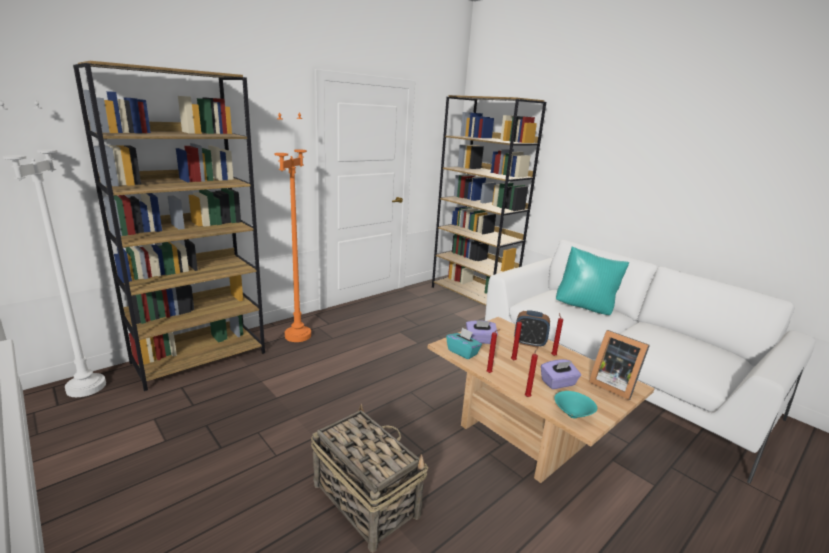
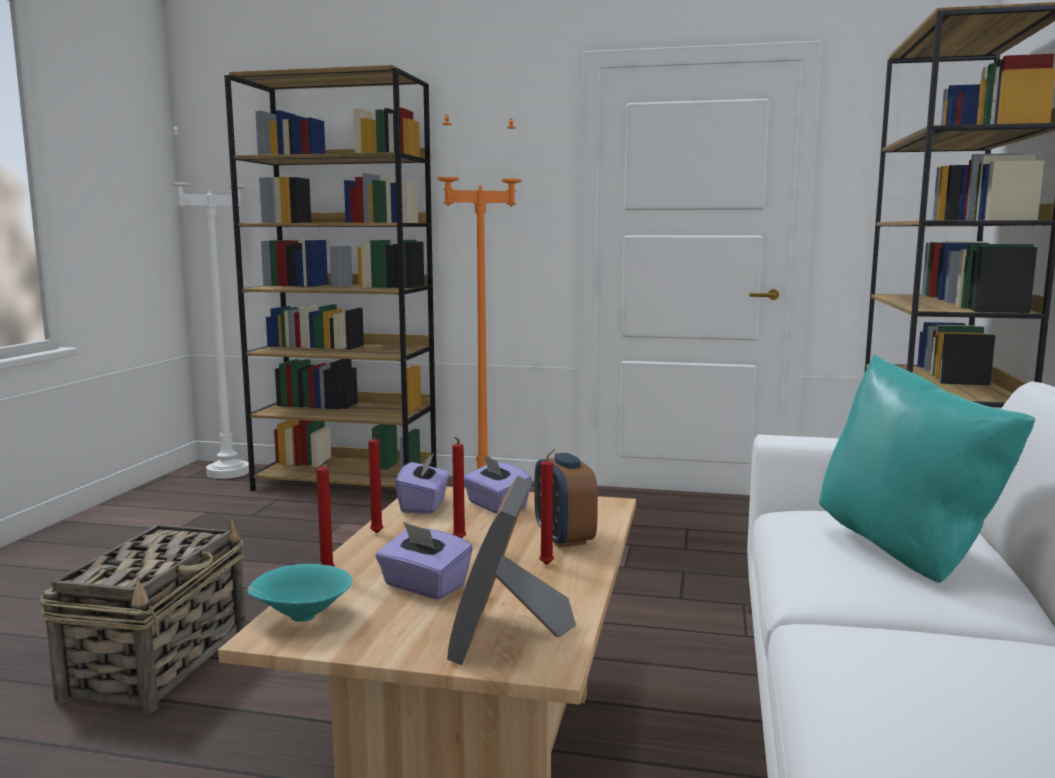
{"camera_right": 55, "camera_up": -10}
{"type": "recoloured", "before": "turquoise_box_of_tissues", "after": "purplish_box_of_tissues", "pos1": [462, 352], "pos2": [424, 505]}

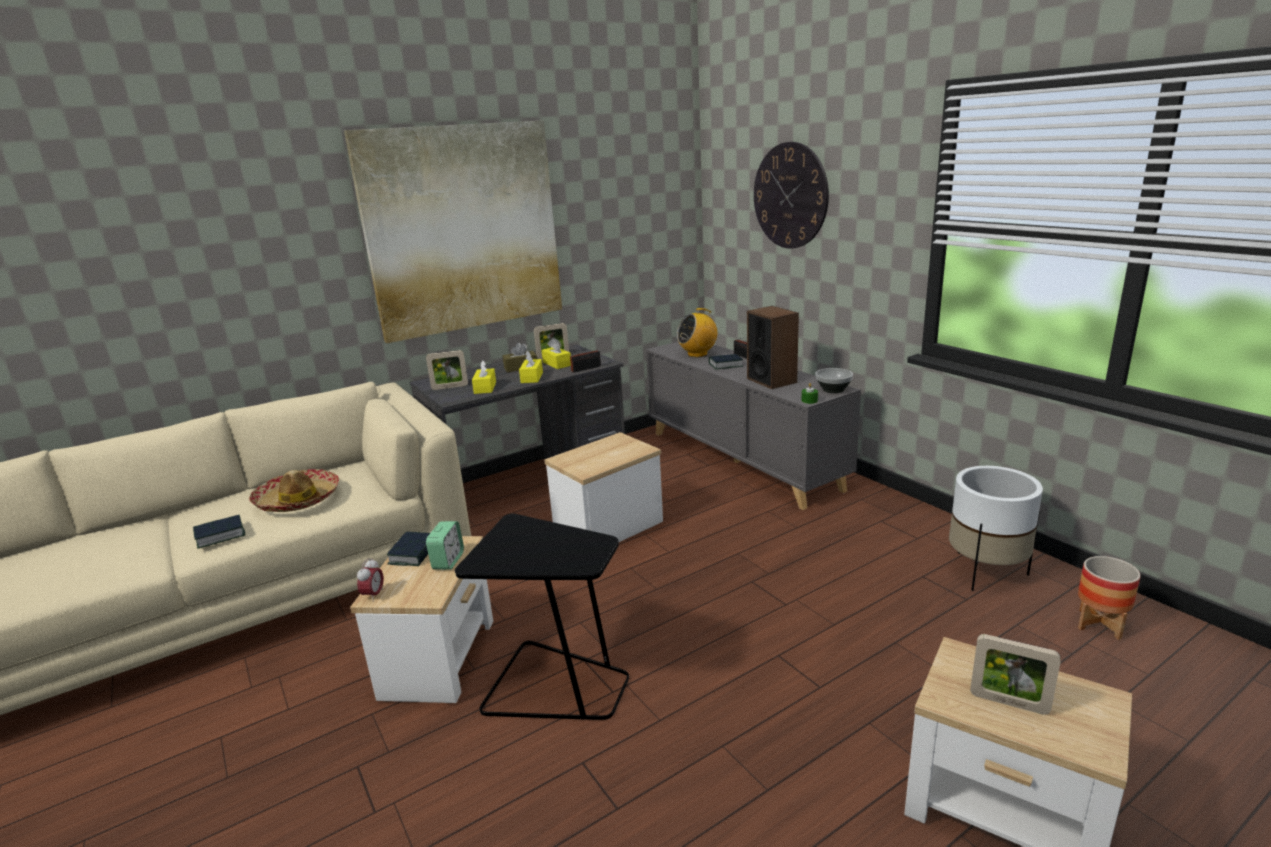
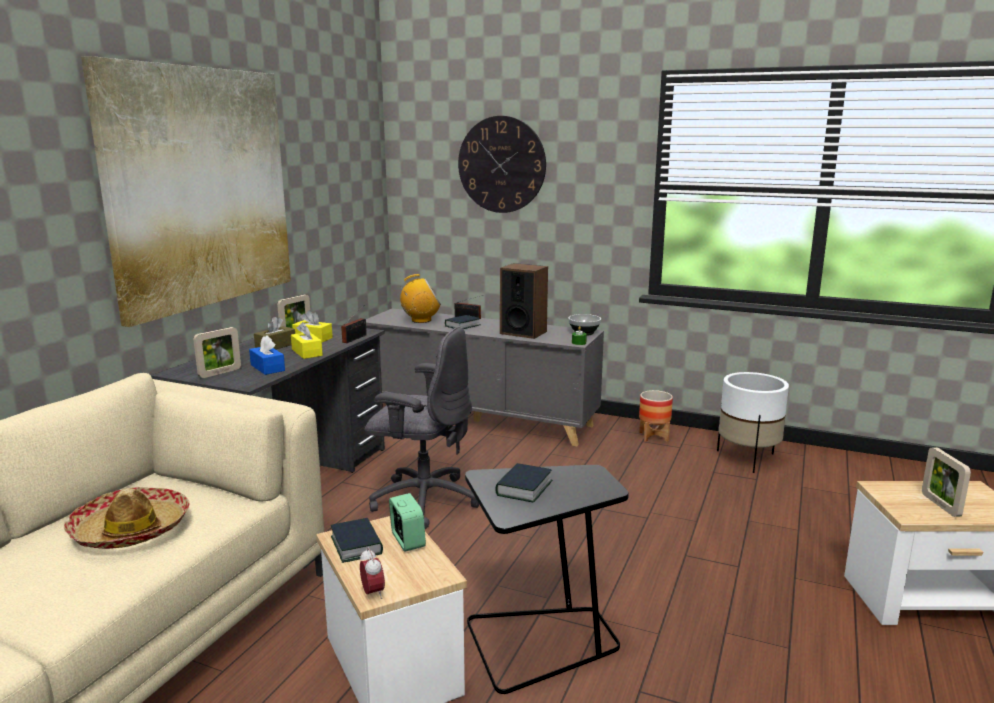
{"camera_right": -35, "camera_up": -5}
{"type": "turned", "before": "radio_receiver", "pos1": [697, 354], "pos2": [421, 320], "turn": -135}
{"type": "recoloured", "before": "yellow_box_of_tissues", "after": "blue_box_of_tissues", "pos1": [485, 387], "pos2": [267, 368]}
{"type": "replaced", "before": "end_table", "after": "greyish_desk_chair", "pos1": [608, 528], "pos2": [423, 500]}
{"type": "moved", "before": "volume", "pos1": [220, 536], "pos2": [524, 488]}
{"type": "moved", "before": "flower_pot", "pos1": [1099, 624], "pos2": [653, 436]}
{"type": "turned", "before": "photo_frame", "pos1": [1009, 702], "pos2": [940, 505], "turn": 90}

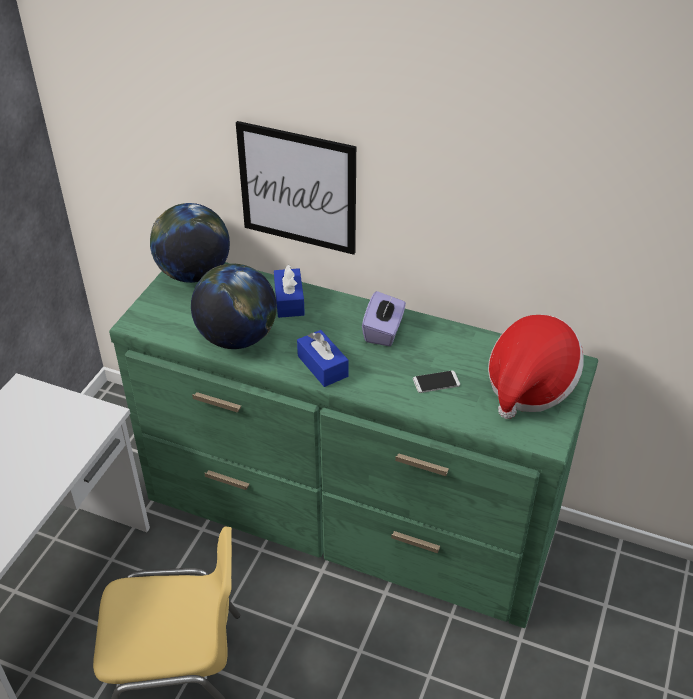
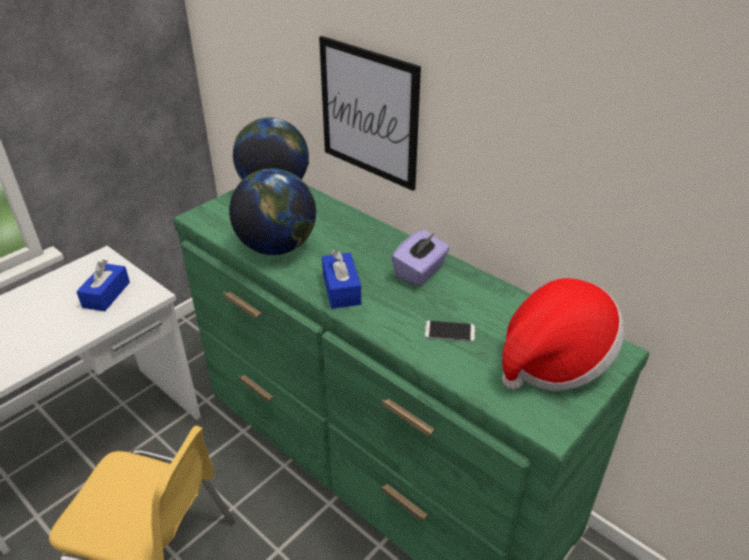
{"camera_right": 20, "camera_up": -5}
{"type": "moved", "before": "blue_box_of_tissues", "pos1": [289, 301], "pos2": [106, 295]}

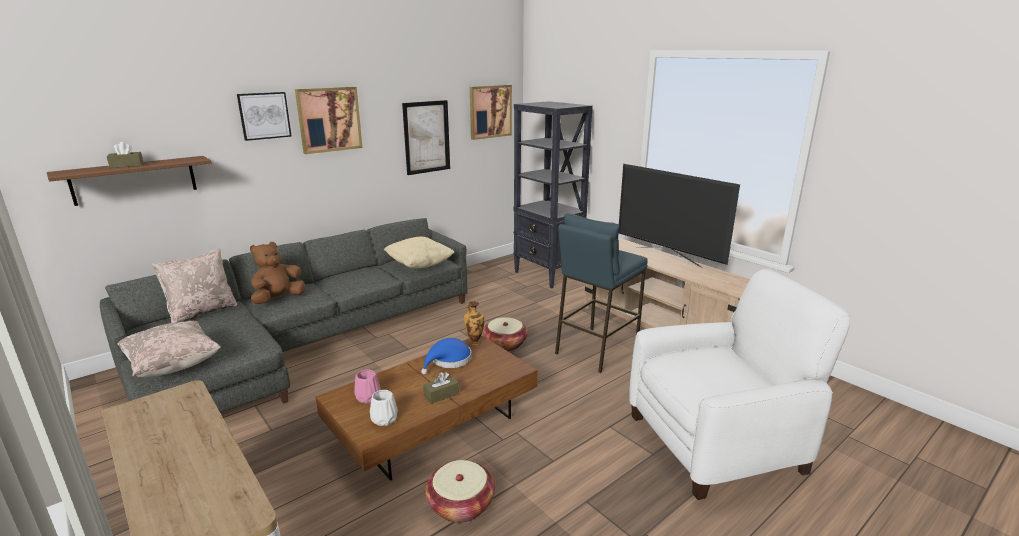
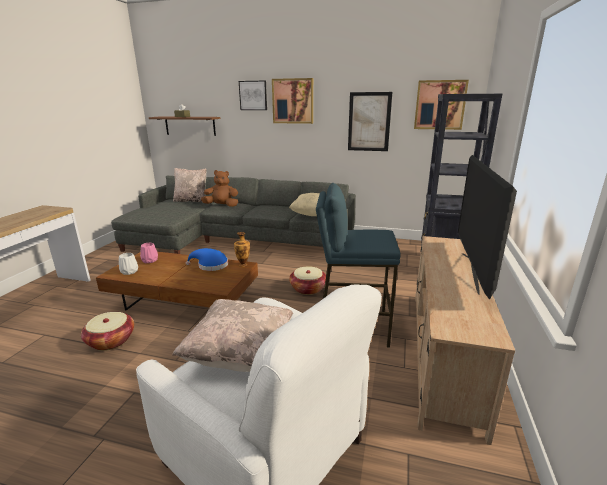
{"camera_right": 55, "camera_up": 0}
{"type": "moved", "before": "beige-coloured_throw_pillow", "pos1": [173, 365], "pos2": [240, 353]}
{"type": "removed", "before": "brown_box_of_tissues", "pos1": [441, 394]}

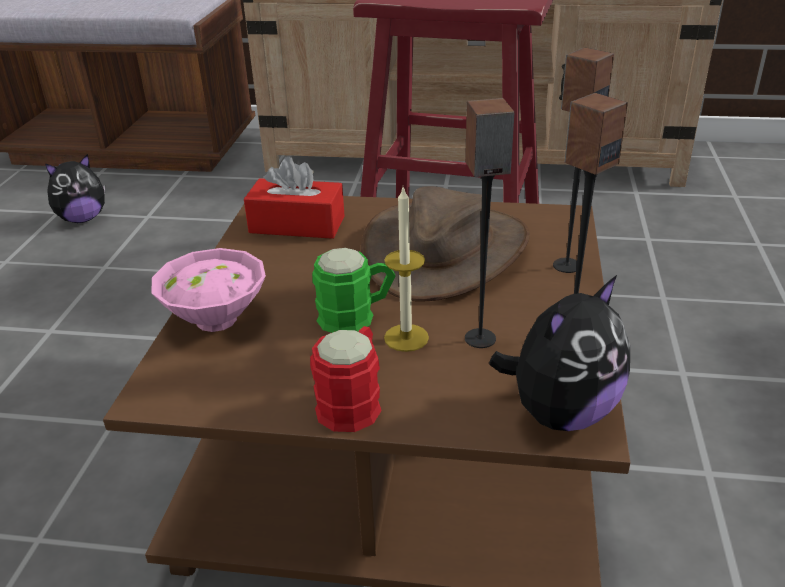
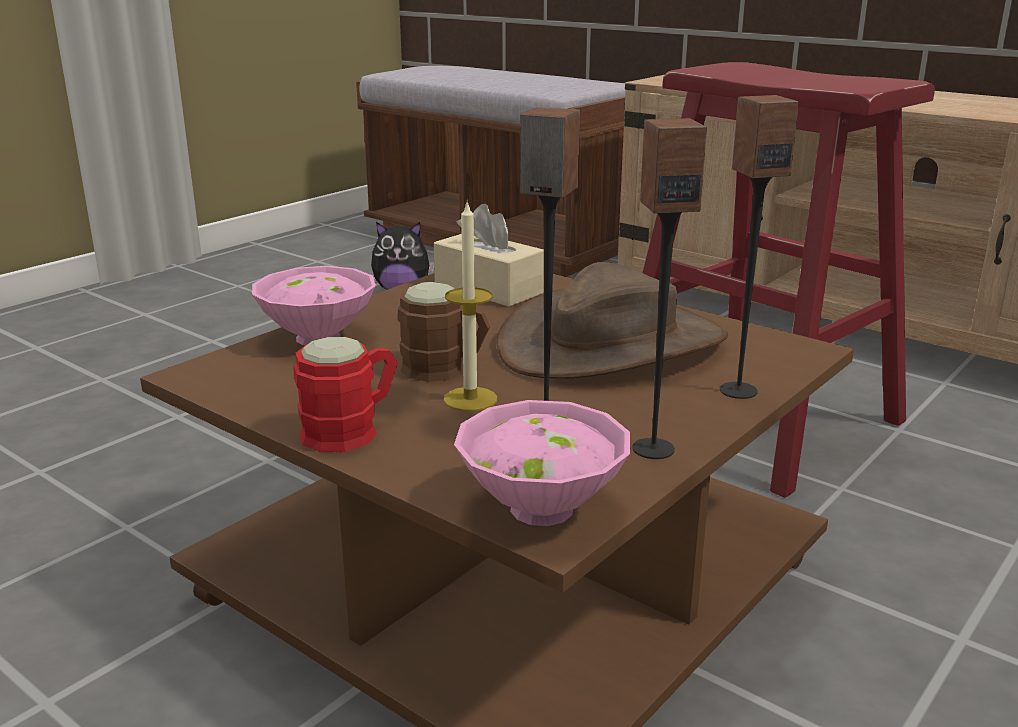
{"camera_right": 30, "camera_up": -10}
{"type": "recoloured", "before": "reddish_box_of_tissues", "after": "beige-coloured_box_of_tissues", "pos1": [297, 225], "pos2": [489, 288]}
{"type": "recoloured", "before": "greenish_mug", "after": "brown_mug", "pos1": [356, 316], "pos2": [445, 369]}
{"type": "replaced", "before": "plush_toy", "after": "pink_serving_bowl", "pos1": [560, 412], "pos2": [544, 506]}

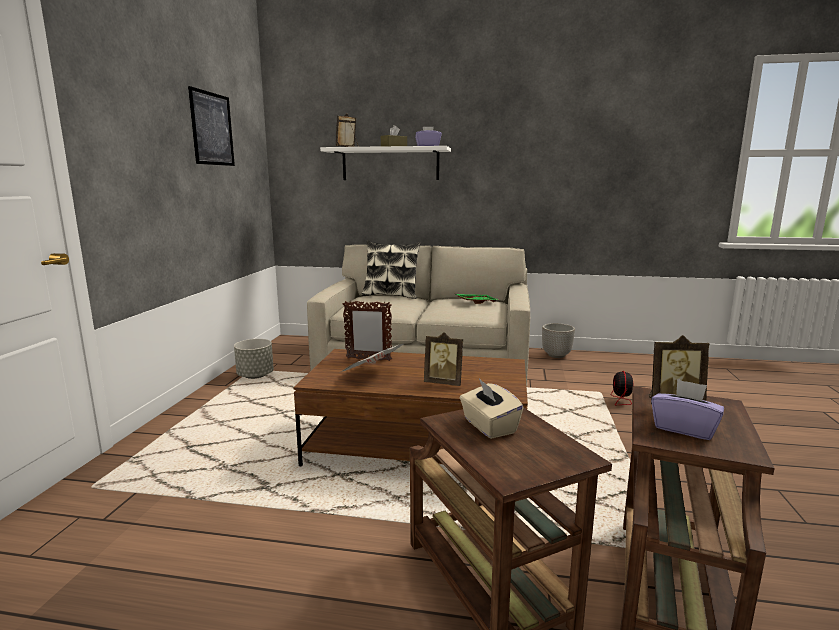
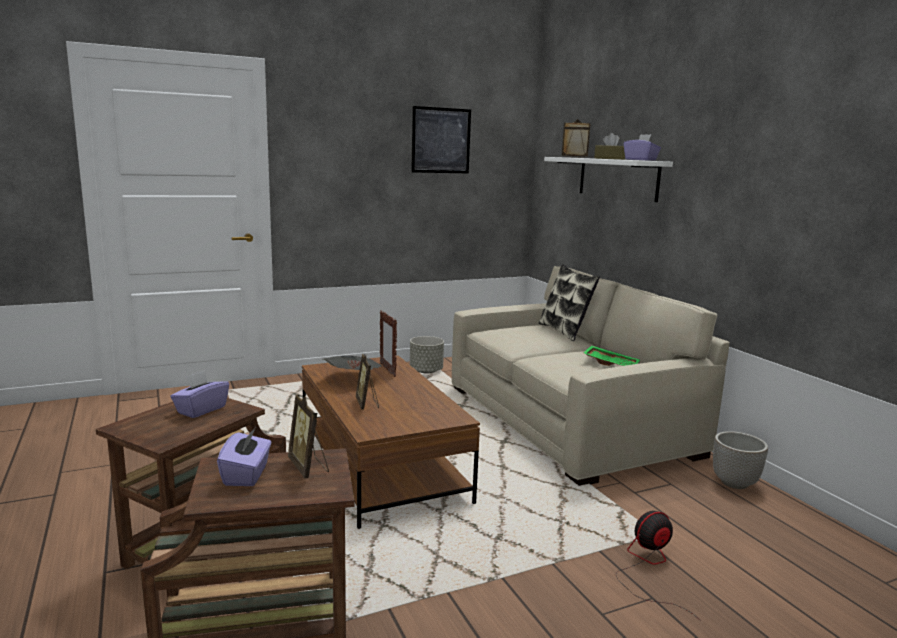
{"camera_right": 55, "camera_up": 0}
{"type": "recoloured", "before": "beige-coloured_box_of_tissues", "after": "purplish_box_of_tissues", "pos1": [488, 426], "pos2": [201, 410]}

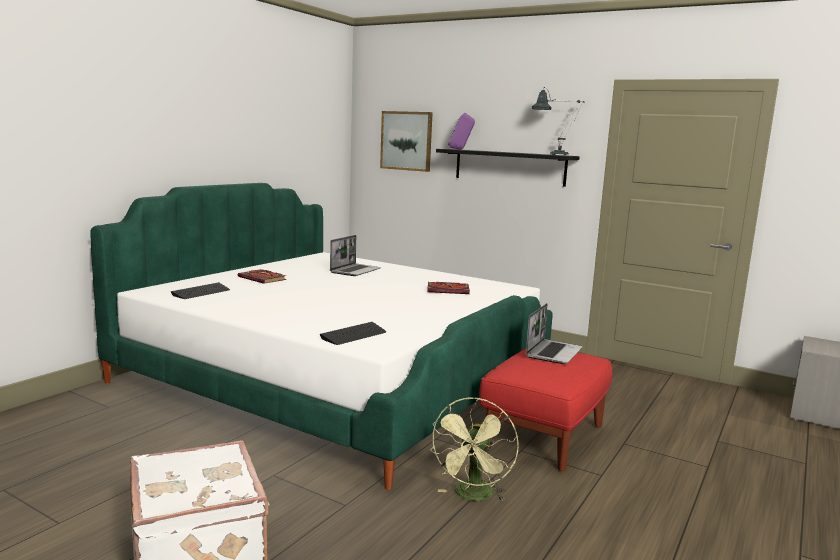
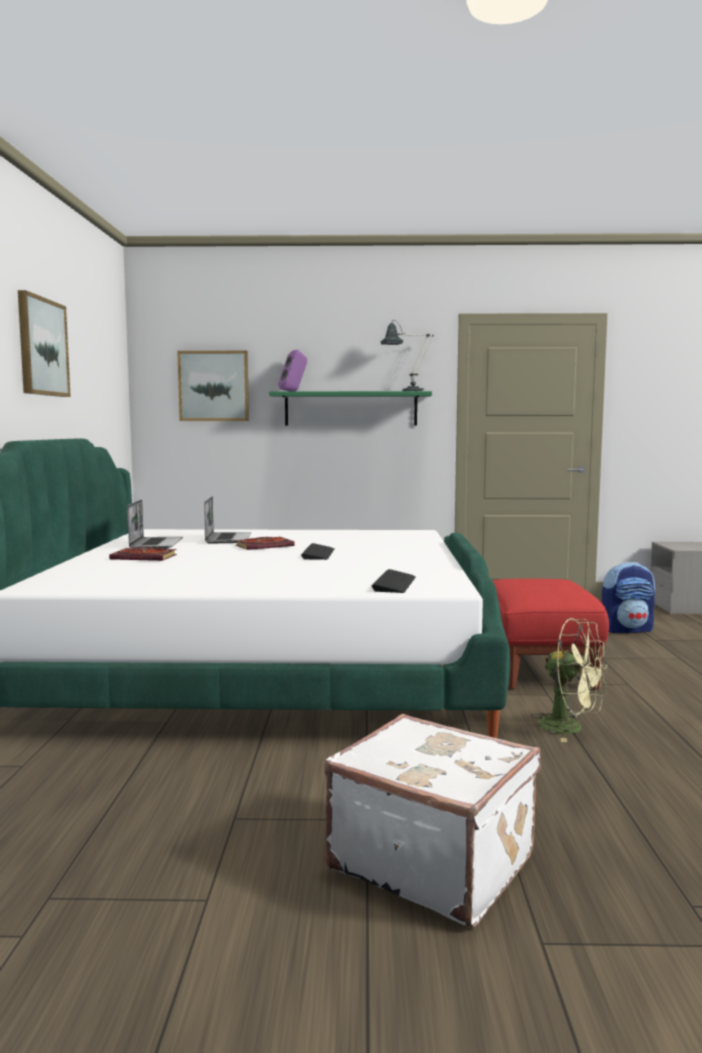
{"camera_right": -30, "camera_up": -5}
{"type": "recoloured", "before": "blackish_wall_shelf", "after": "greenish_wall_shelf", "pos1": [509, 167], "pos2": [351, 409]}
{"type": "moved", "before": "keyboard", "pos1": [201, 292], "pos2": [318, 553]}
{"type": "moved", "before": "volume", "pos1": [449, 290], "pos2": [265, 546]}
{"type": "moved", "before": "laptop", "pos1": [553, 352], "pos2": [155, 544]}
{"type": "turned", "before": "greenish_fan", "pos1": [473, 496], "pos2": [570, 728], "turn": -45}
{"type": "added", "after": "wall_picture", "pos2": [42, 347]}
{"type": "added", "after": "rucksack", "pos2": [627, 629]}

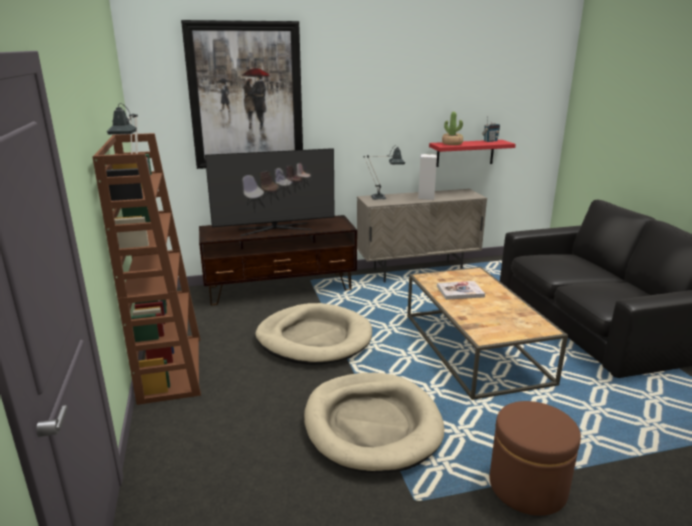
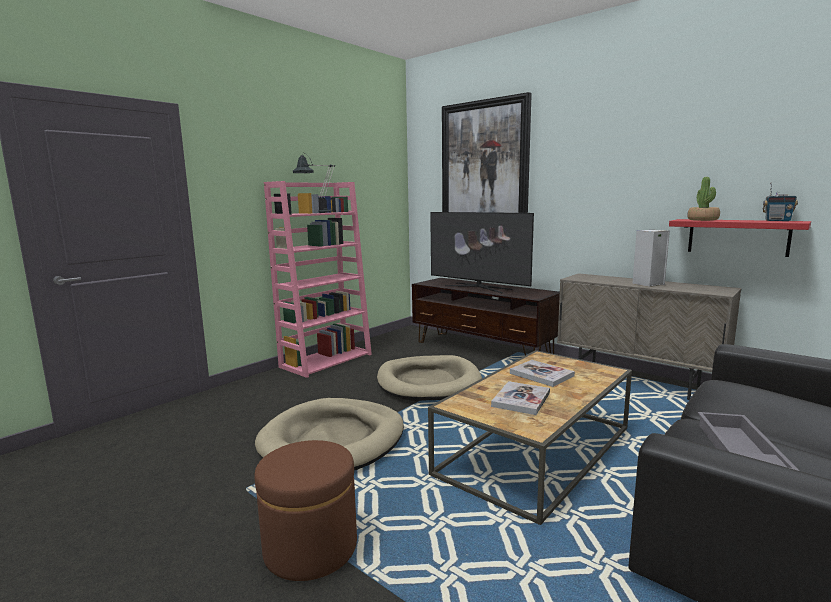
{"camera_right": 55, "camera_up": -10}
{"type": "recoloured", "before": "brown_bookcase", "after": "pink_bookcase", "pos1": [170, 368], "pos2": [326, 360]}
{"type": "removed", "before": "tabletop_lamp", "pos1": [382, 198]}
{"type": "added", "after": "volume", "pos2": [521, 399]}
{"type": "added", "after": "greyish_carrying_tray", "pos2": [738, 451]}

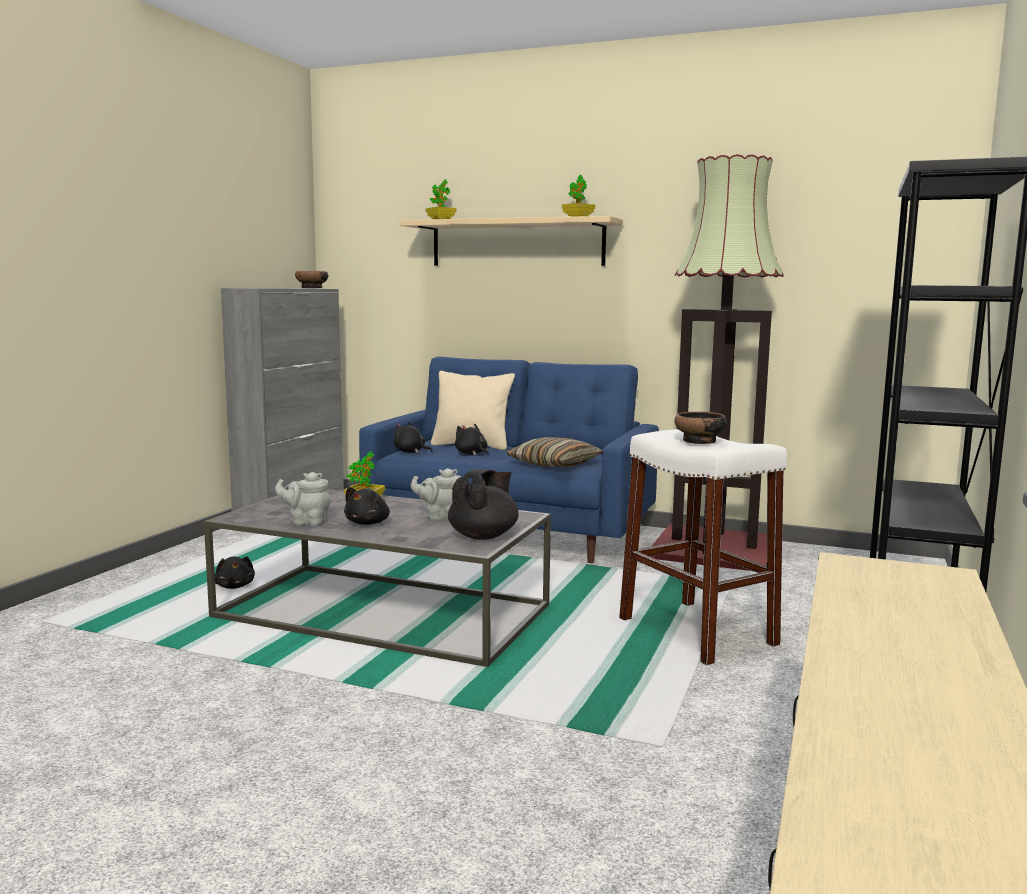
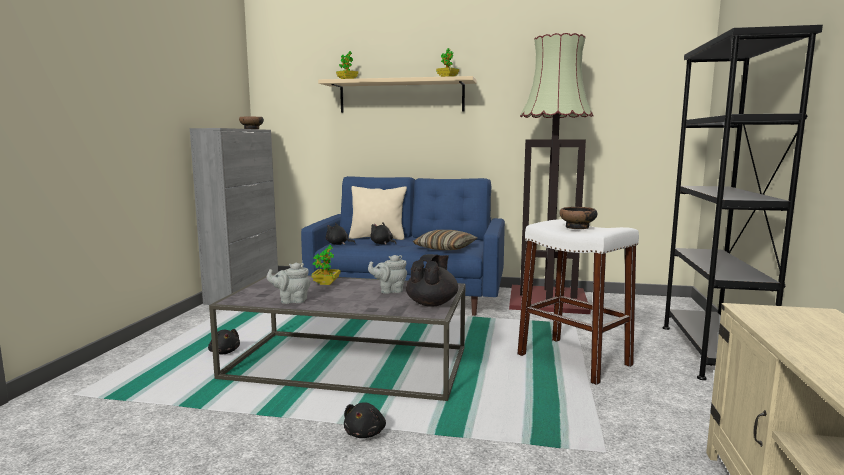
{"camera_right": -10, "camera_up": 0}
{"type": "moved", "before": "blackish_plush_toy", "pos1": [368, 523], "pos2": [365, 433]}

